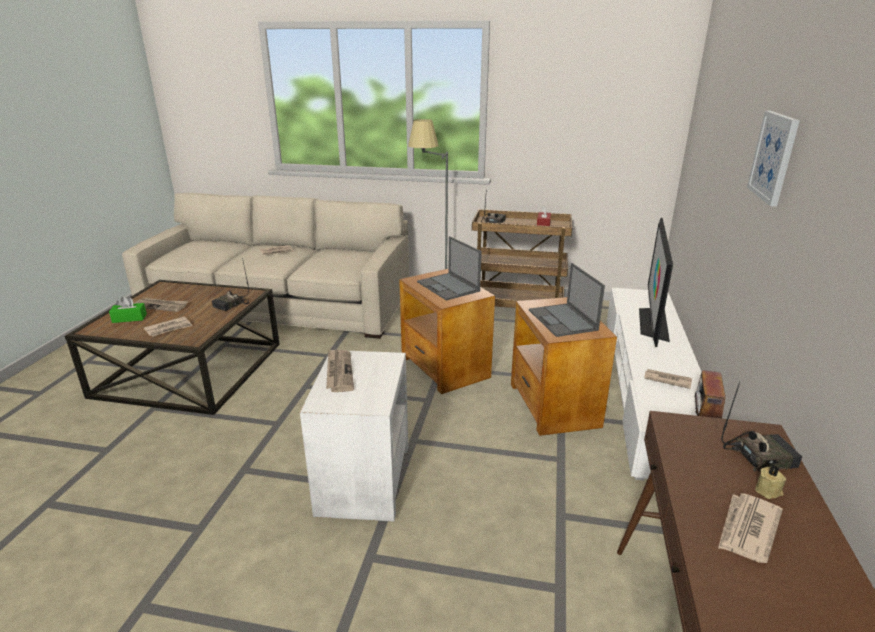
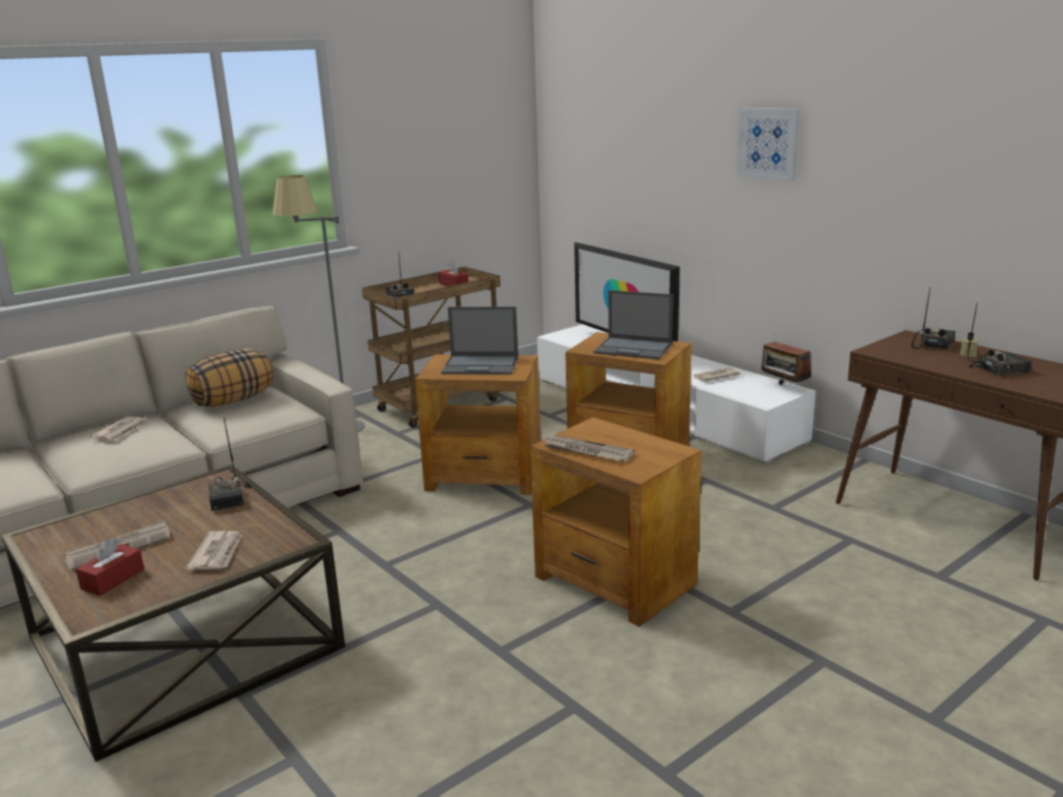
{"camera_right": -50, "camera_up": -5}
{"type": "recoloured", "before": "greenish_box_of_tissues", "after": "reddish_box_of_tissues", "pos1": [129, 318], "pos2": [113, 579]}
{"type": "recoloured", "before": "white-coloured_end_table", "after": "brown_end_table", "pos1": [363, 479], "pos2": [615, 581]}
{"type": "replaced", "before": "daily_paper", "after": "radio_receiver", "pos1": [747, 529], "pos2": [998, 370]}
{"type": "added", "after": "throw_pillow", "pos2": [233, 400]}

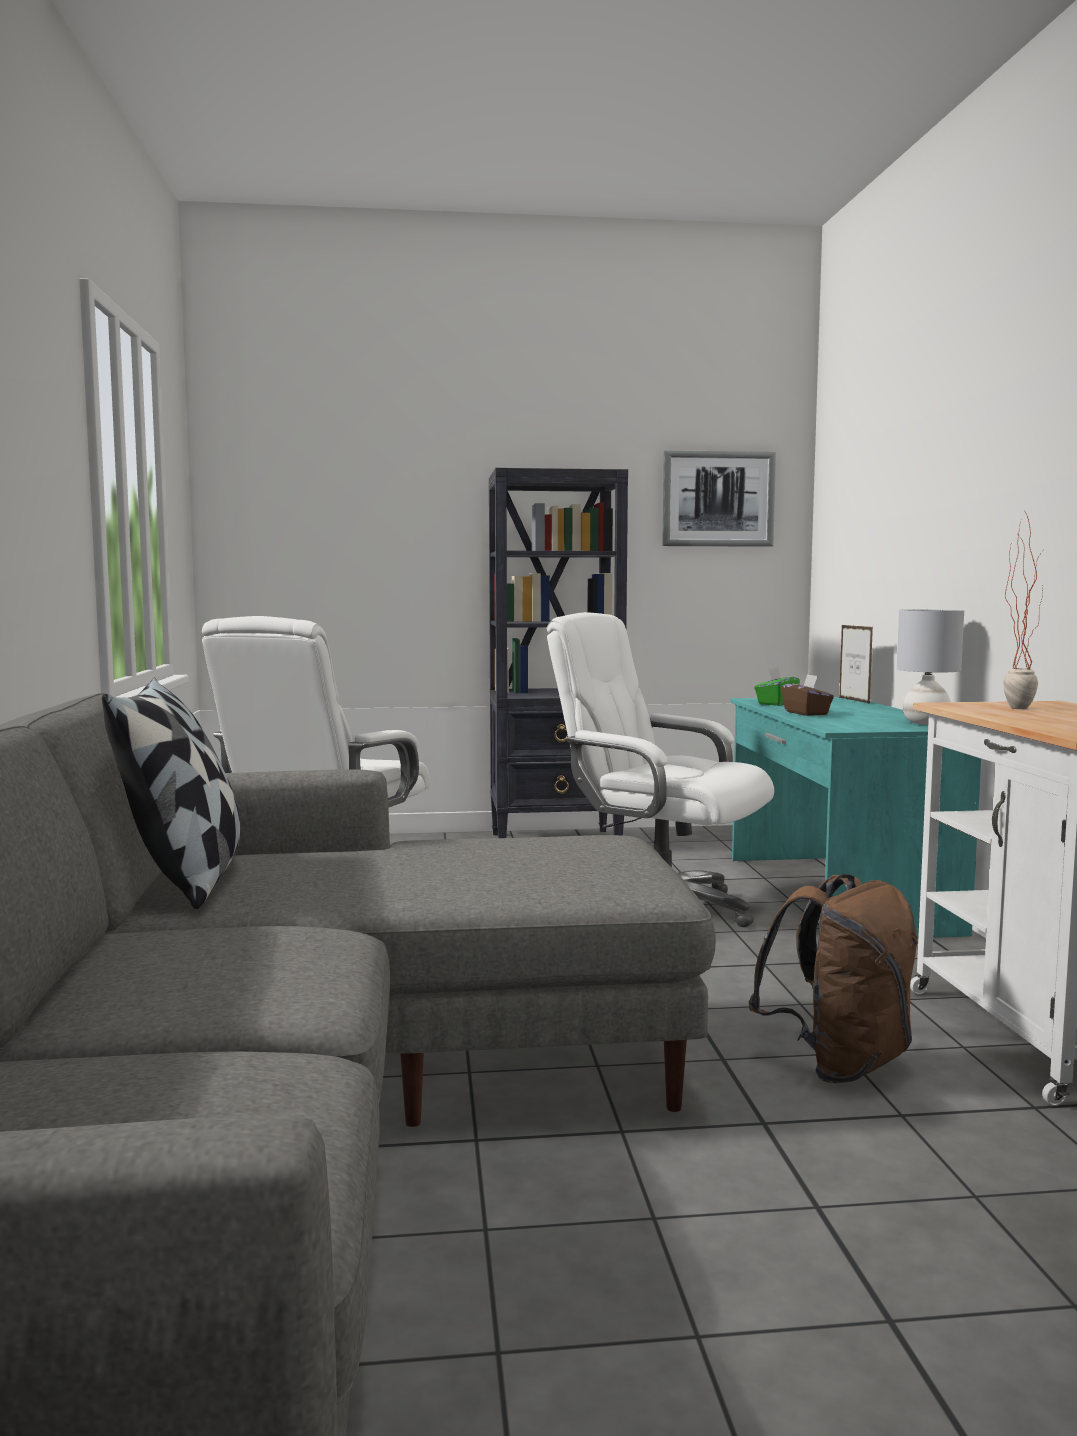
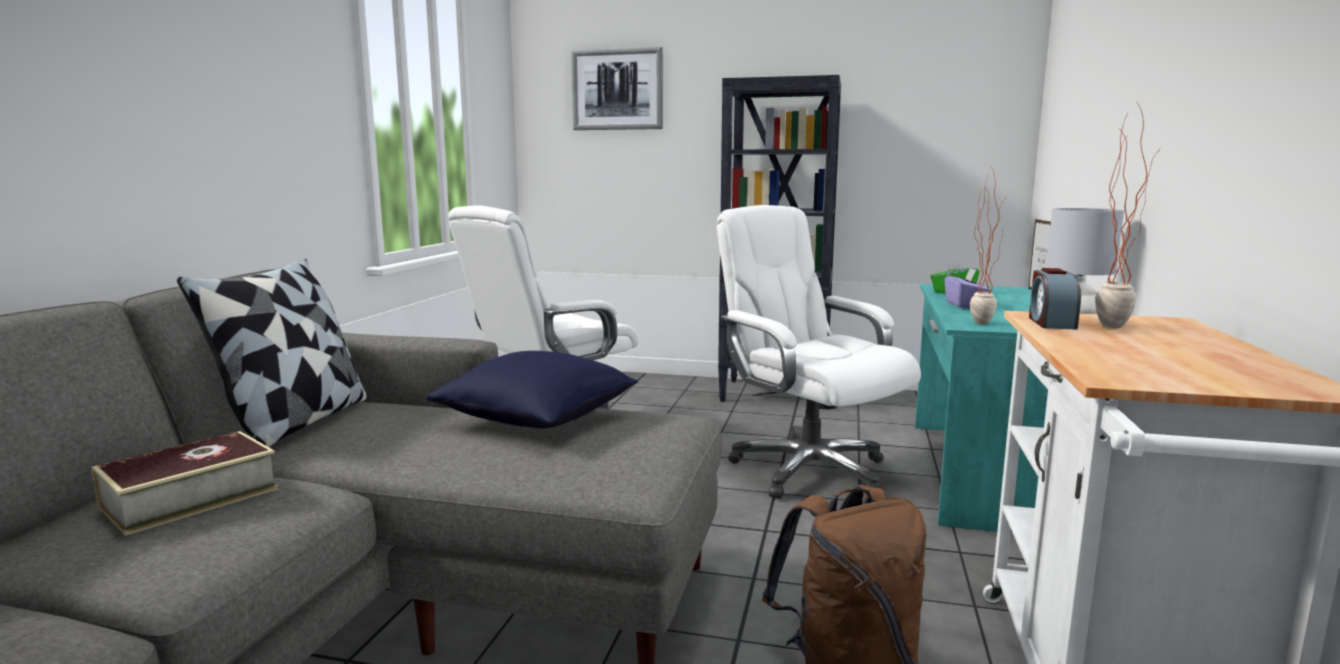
{"camera_right": 20, "camera_up": 5}
{"type": "moved", "before": "wall_picture", "pos1": [718, 499], "pos2": [617, 90]}
{"type": "recoloured", "before": "brown_box_of_tissues", "after": "purplish_box_of_tissues", "pos1": [806, 713], "pos2": [965, 305]}
{"type": "added", "after": "plant_in_a_pot", "pos2": [981, 322]}
{"type": "added", "after": "bedside_clock", "pos2": [1050, 323]}
{"type": "added", "after": "blue_throw_pillow", "pos2": [538, 420]}
{"type": "added", "after": "volume", "pos2": [190, 497]}

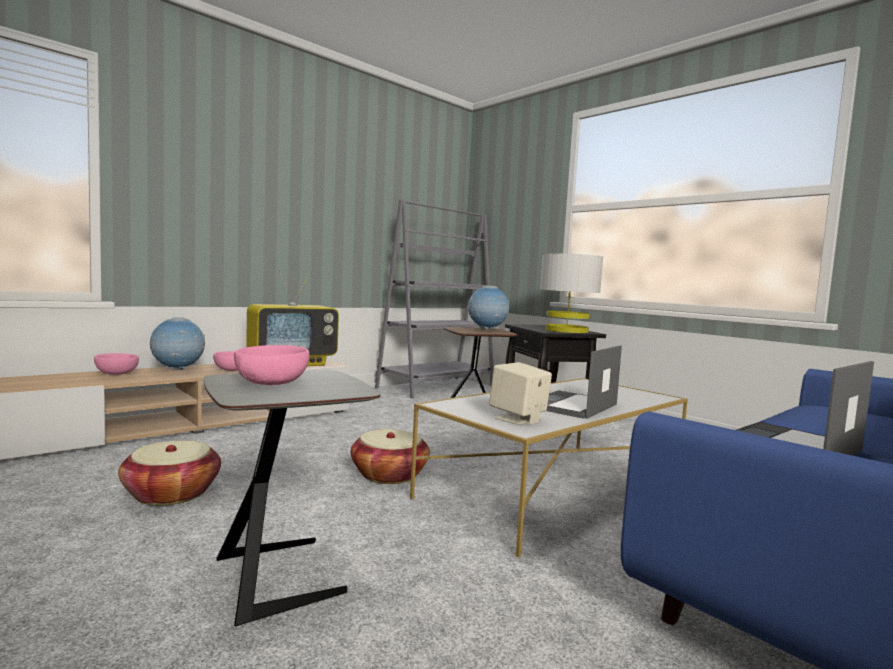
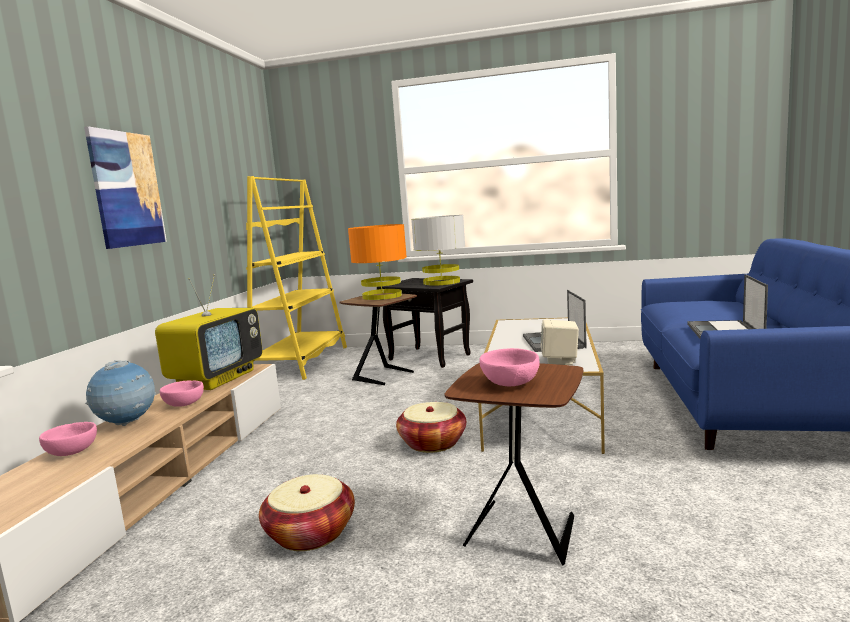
{"camera_right": -35, "camera_up": 5}
{"type": "recoloured", "before": "greyish_bookcase", "after": "yellow_bookcase", "pos1": [436, 387], "pos2": [301, 363]}
{"type": "replaced", "before": "desk_globe", "after": "orange-coloured_tabletop_lamp", "pos1": [487, 330], "pos2": [382, 296]}
{"type": "recoloured", "before": "greyish_end_table", "after": "brown_end_table", "pos1": [283, 575], "pos2": [522, 529]}
{"type": "added", "after": "wall_picture", "pos2": [127, 189]}

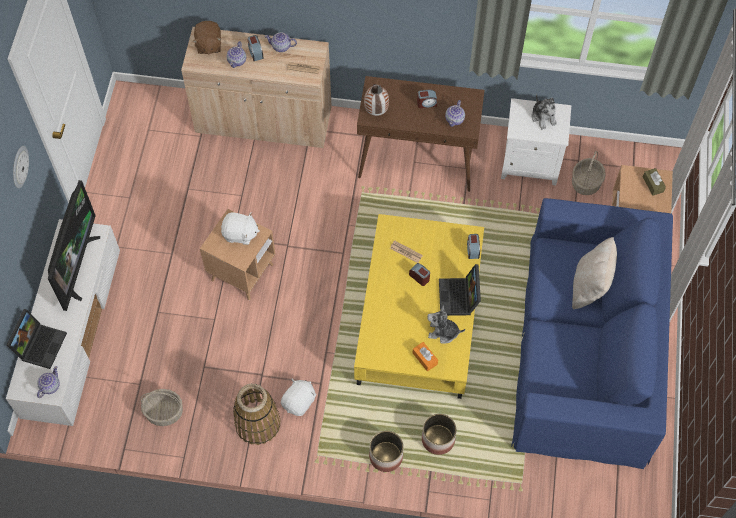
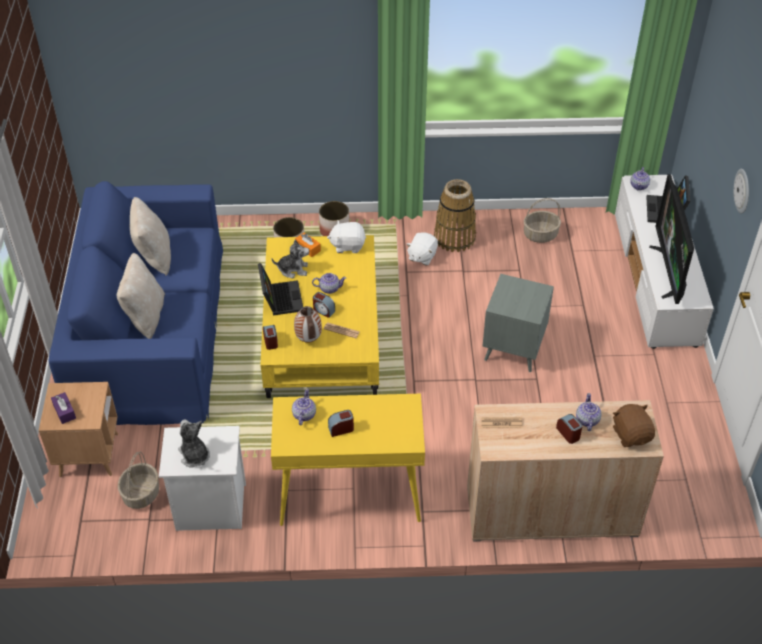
{"camera_right": 170, "camera_up": -15}
{"type": "moved", "before": "teapot", "pos1": [281, 47], "pos2": [329, 288]}
{"type": "recoloured", "before": "brown_console_table", "after": "yellow_console_table", "pos1": [418, 159], "pos2": [349, 493]}
{"type": "moved", "before": "vase", "pos1": [376, 112], "pos2": [308, 339]}
{"type": "recoloured", "before": "brown_box_of_tissues", "after": "purplish_box_of_tissues", "pos1": [653, 184], "pos2": [64, 411]}
{"type": "recoloured", "before": "brown_end_table", "after": "greyish_end_table", "pos1": [242, 272], "pos2": [513, 349]}
{"type": "moved", "before": "white-coloured_plush_toy", "pos1": [240, 234], "pos2": [347, 245]}
{"type": "added", "after": "beige-coloured_throw_pillow", "pos2": [154, 256]}

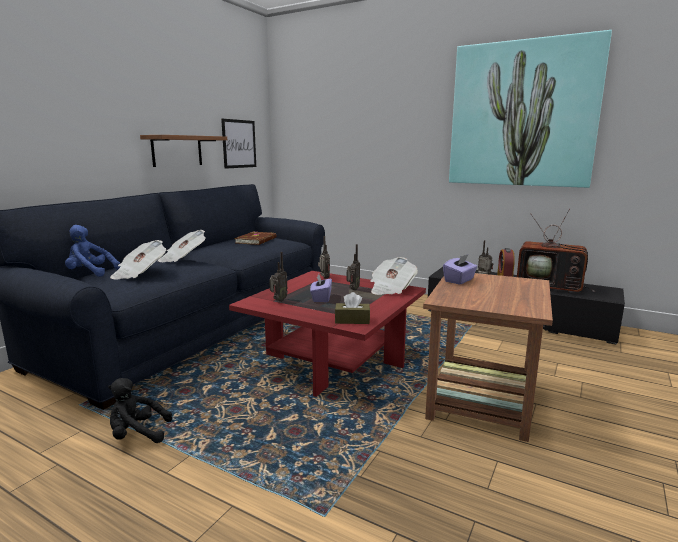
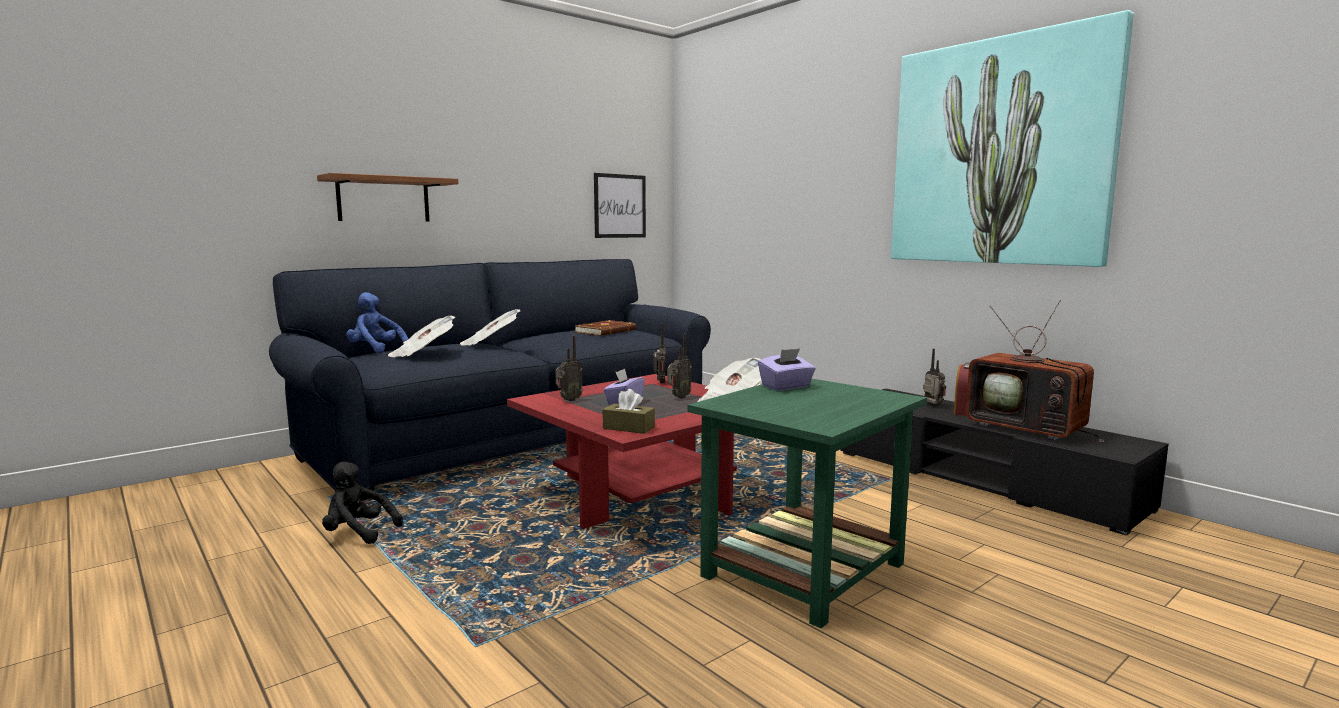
{"camera_right": 20, "camera_up": -5}
{"type": "moved", "before": "wall_shelf", "pos1": [177, 151], "pos2": [383, 199]}
{"type": "recoloured", "before": "brown_end_table", "after": "greenish_end_table", "pos1": [481, 401], "pos2": [802, 571]}

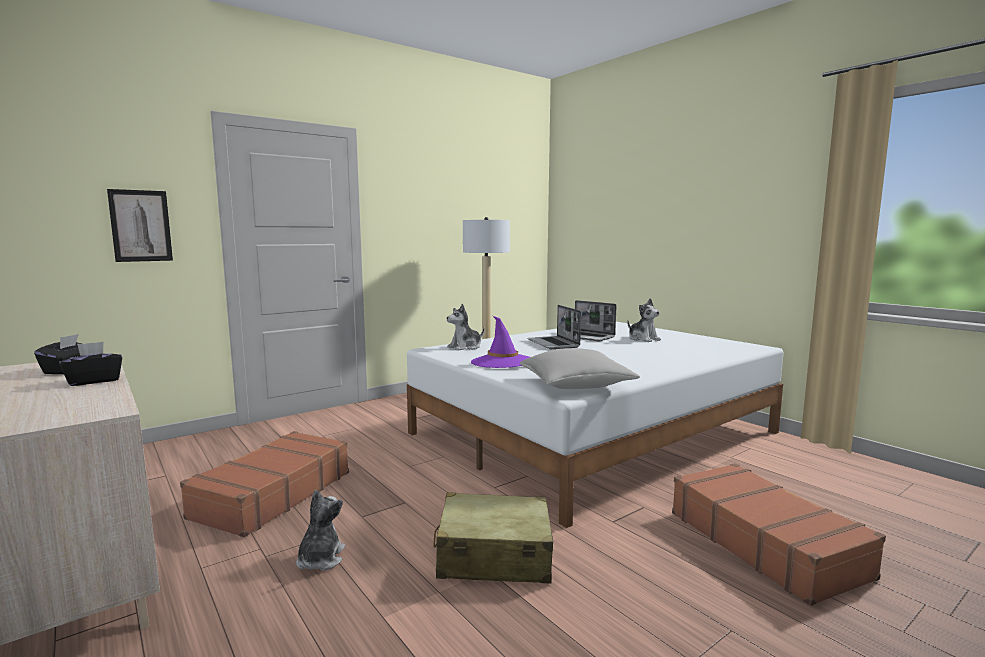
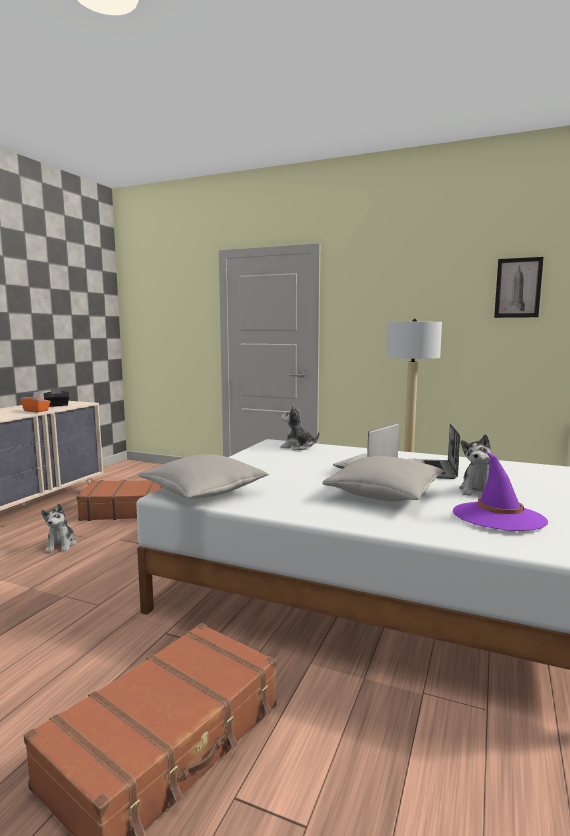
{"camera_right": 60, "camera_up": 0}
{"type": "moved", "before": "wall_picture", "pos1": [141, 226], "pos2": [518, 288]}
{"type": "moved", "before": "purplish_clothing_hat", "pos1": [502, 362], "pos2": [498, 517]}
{"type": "recoloured", "before": "blackish_box_of_tissues", "after": "orange-coloured_box_of_tissues", "pos1": [94, 381], "pos2": [36, 411]}
{"type": "turned", "before": "plush_toy", "pos1": [320, 559], "pos2": [61, 545], "turn": 105}
{"type": "removed", "before": "beige-coloured_suitcase", "pos1": [494, 556]}
{"type": "added", "after": "greyish_throw_pillow", "pos2": [384, 495]}

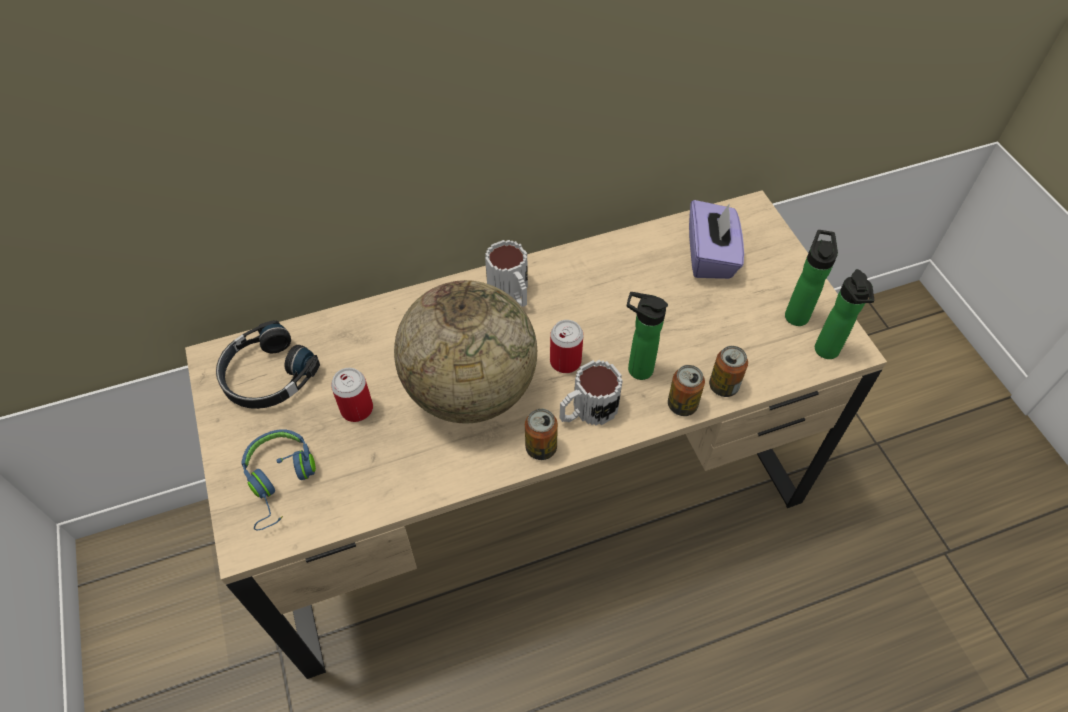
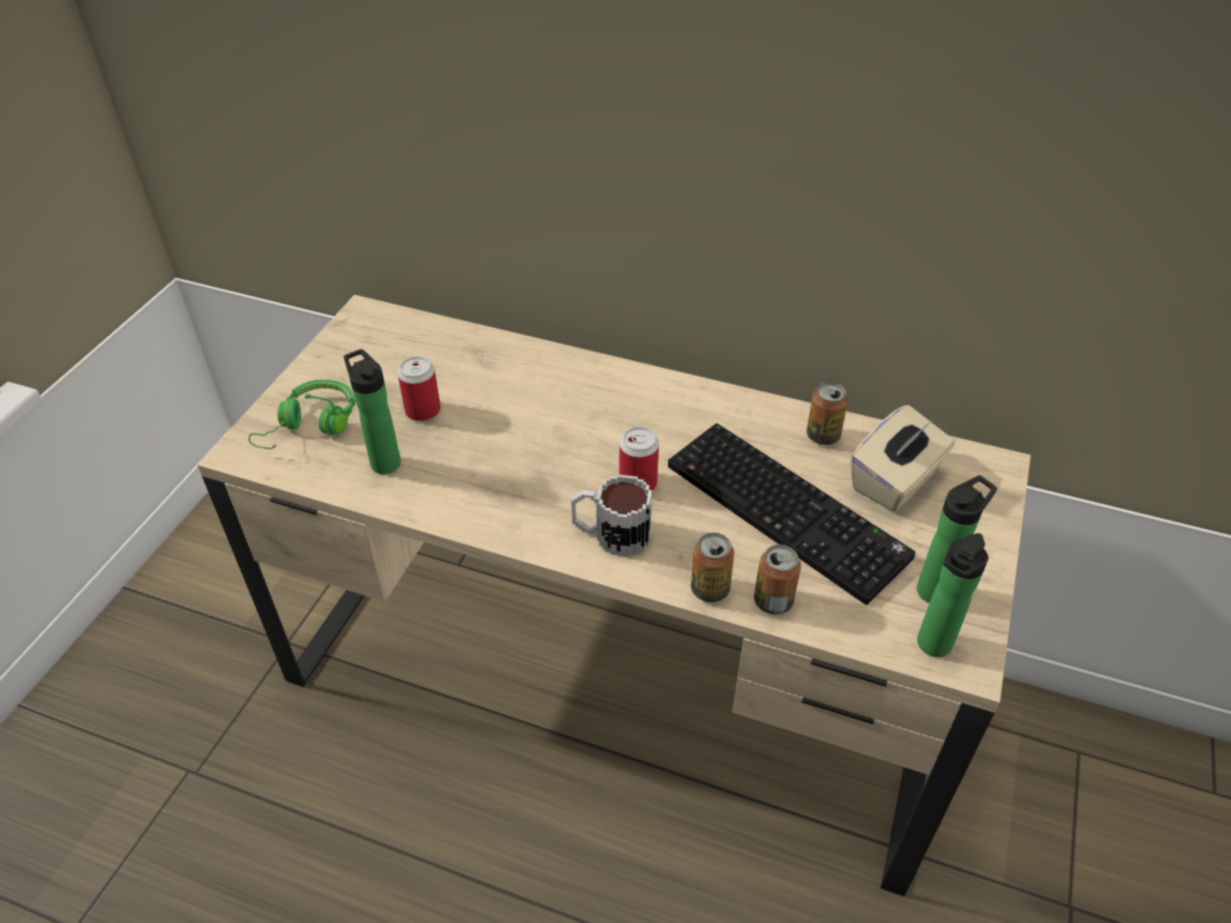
{"camera_right": 40, "camera_up": -10}
{"type": "recoloured", "before": "purplish_box_of_tissues", "after": "beige-coloured_box_of_tissues", "pos1": [711, 256], "pos2": [895, 481]}
{"type": "removed", "before": "mug", "pos1": [511, 291]}
{"type": "removed", "before": "desk_globe", "pos1": [470, 390]}
{"type": "moved", "before": "drink_bottle", "pos1": [636, 368], "pos2": [383, 461]}
{"type": "removed", "before": "blackish_headset", "pos1": [267, 375]}
{"type": "moved", "before": "metal_can", "pos1": [541, 448], "pos2": [822, 436]}
{"type": "recoloured", "before": "blue_headset", "after": "greenish_headset", "pos1": [280, 480], "pos2": [311, 425]}
{"type": "added", "after": "keyboard", "pos2": [790, 510]}

